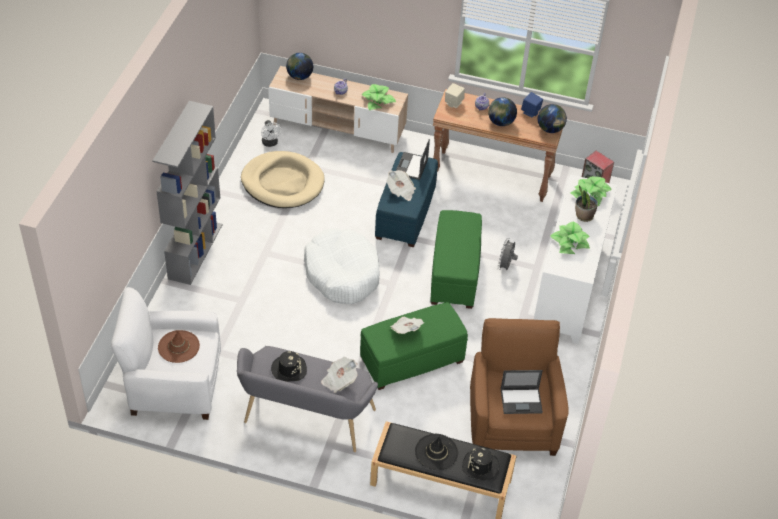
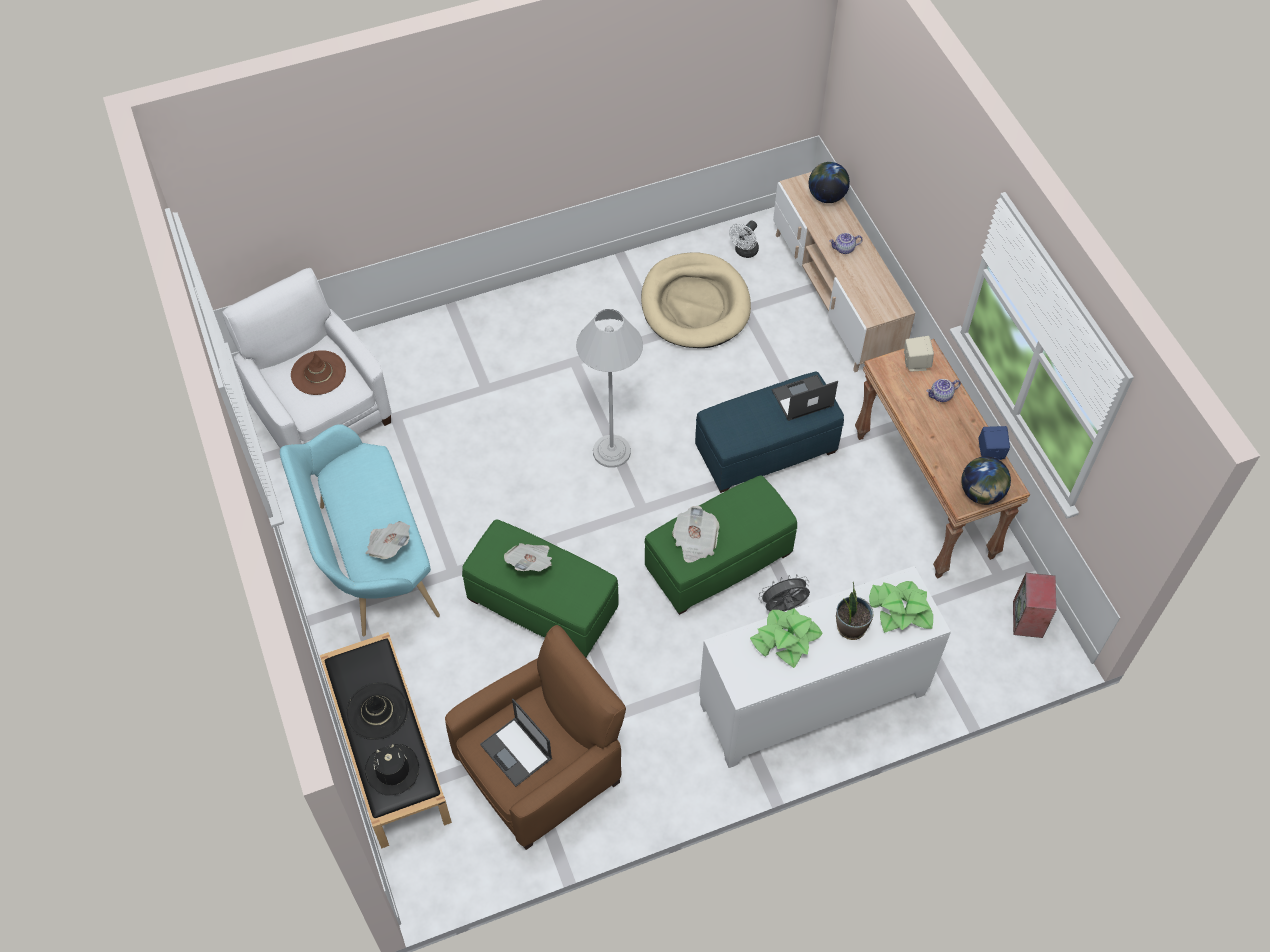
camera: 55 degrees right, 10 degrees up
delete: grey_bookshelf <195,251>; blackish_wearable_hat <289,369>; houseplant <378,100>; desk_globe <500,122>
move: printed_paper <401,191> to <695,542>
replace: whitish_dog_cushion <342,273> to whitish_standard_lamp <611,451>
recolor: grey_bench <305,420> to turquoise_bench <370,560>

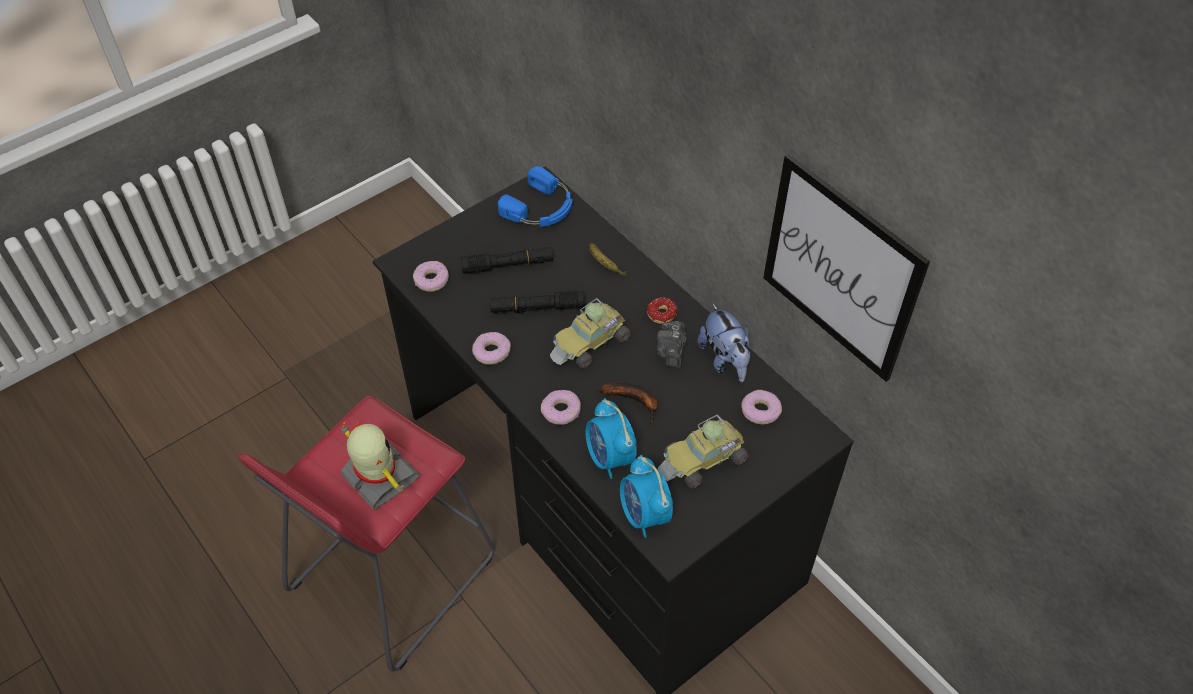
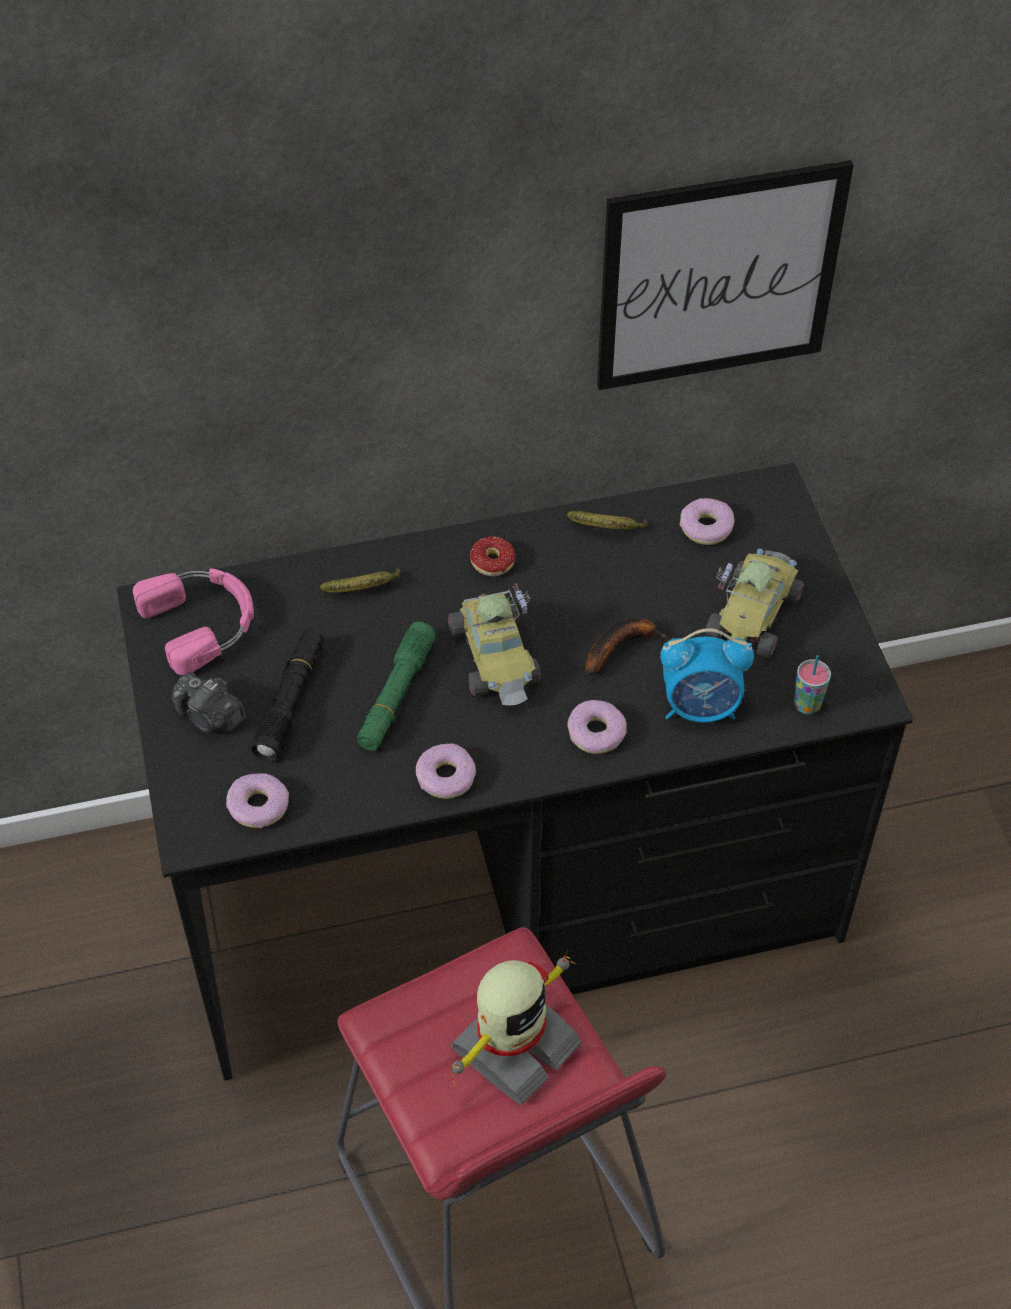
camera: 65 degrees left, 0 degrees up
move: still_camera <671,352> to <210,717>
replace: alarm_clock <644,515> to drinking_cup <807,705>; soft_toy <725,360> to banana_fruit <607,529>
recolor: blackish_hand_torch <537,308> to green-coloured_hand_torch <396,695>; bluish_headphones <541,208> to pink-coloured_headphones <202,622>
rotate: robot_figure <379,478> = <513,1045> 150 degrees clockwise; toy_car <704,460> = <752,612> 150 degrees counterclockwise

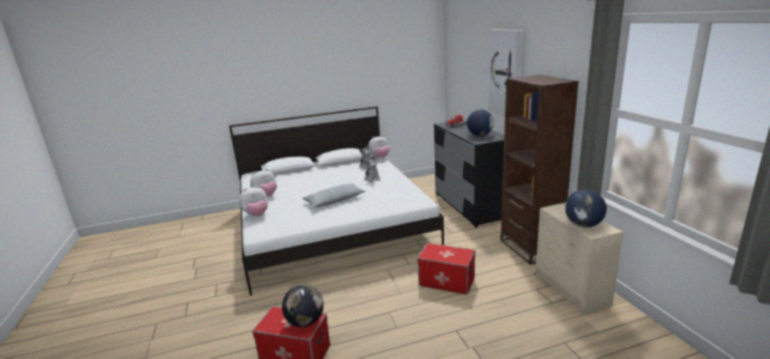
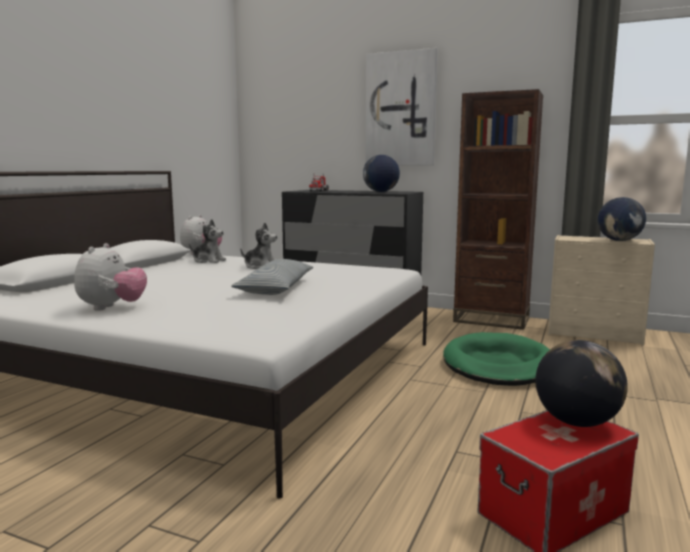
camera: 50 degrees left, 10 degrees down
delete: soft_toy <256,215>
replace: storage_box <446,281> to green-coloured_dog_cushion <498,365>

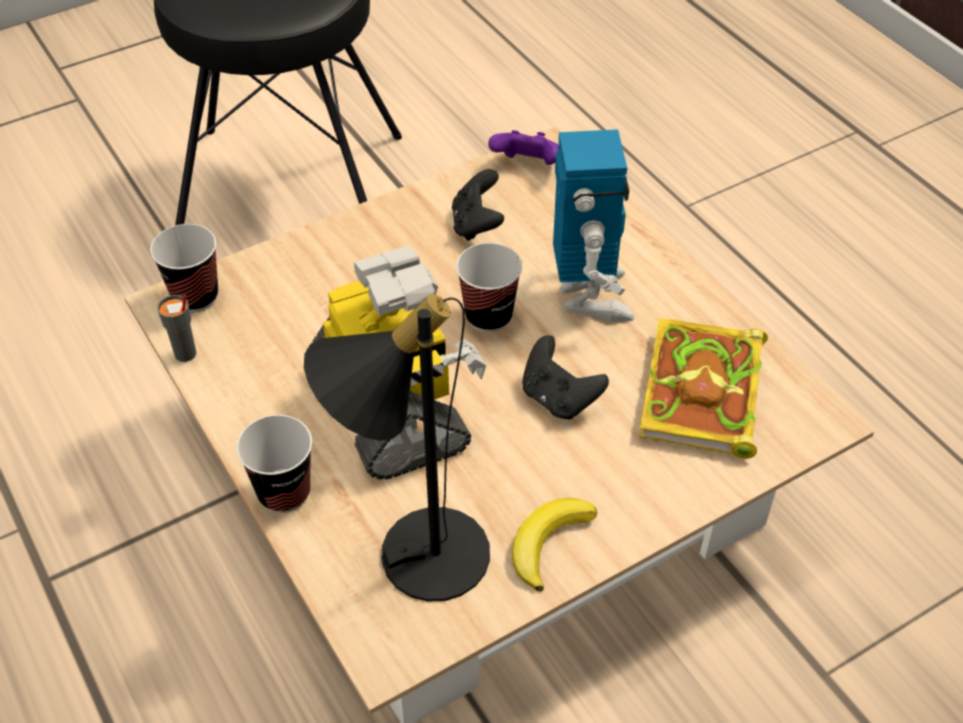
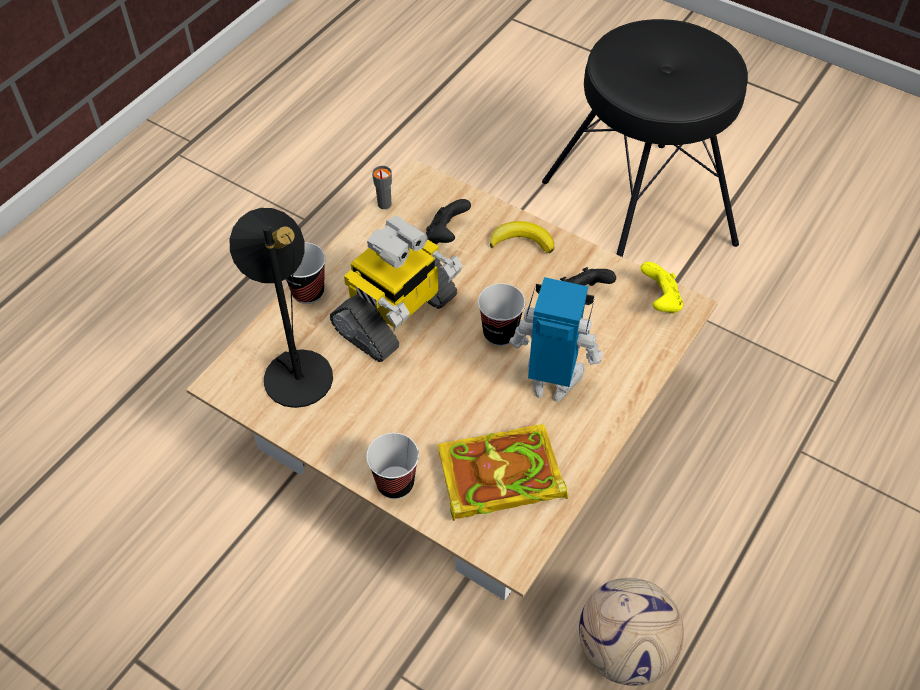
camera: 65 degrees right, 5 degrees up
insert: football_ball <624,651>
move: drinking_cup <195,296> to <395,483>; banana_fruit <548,543> to <522,241>; blackish_game_controller <558,398> to <446,234>
recolor: purplish_game_controller <527,166> to yellowish_game_controller <660,301>
rotate: robot_figure <590,297> = <552,382> 135 degrees counterclockwise

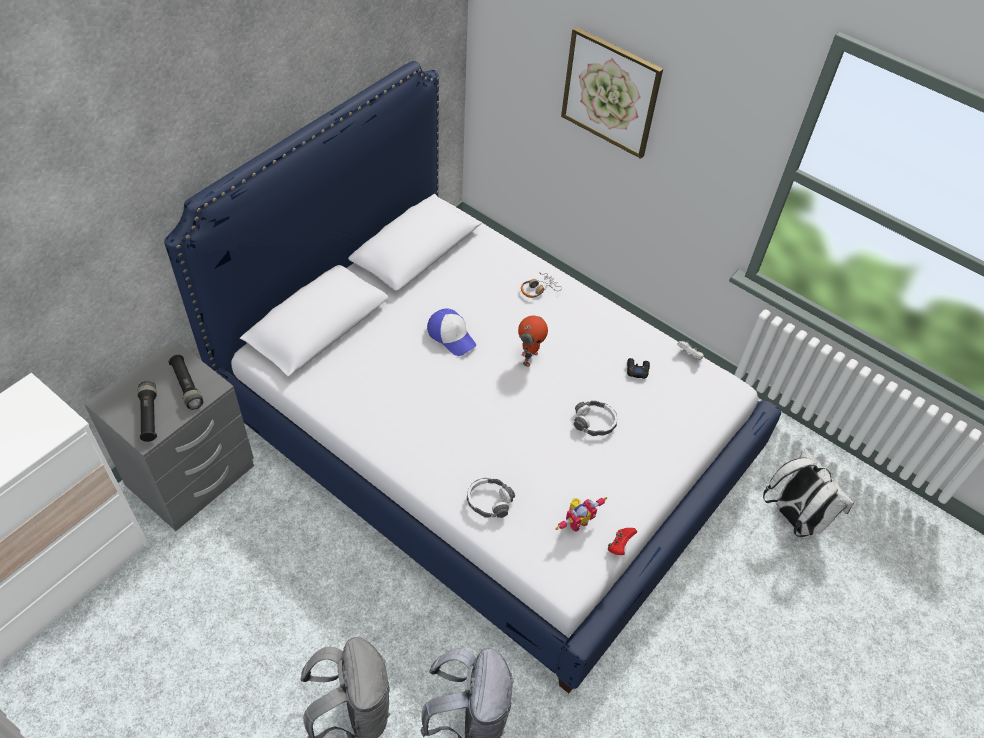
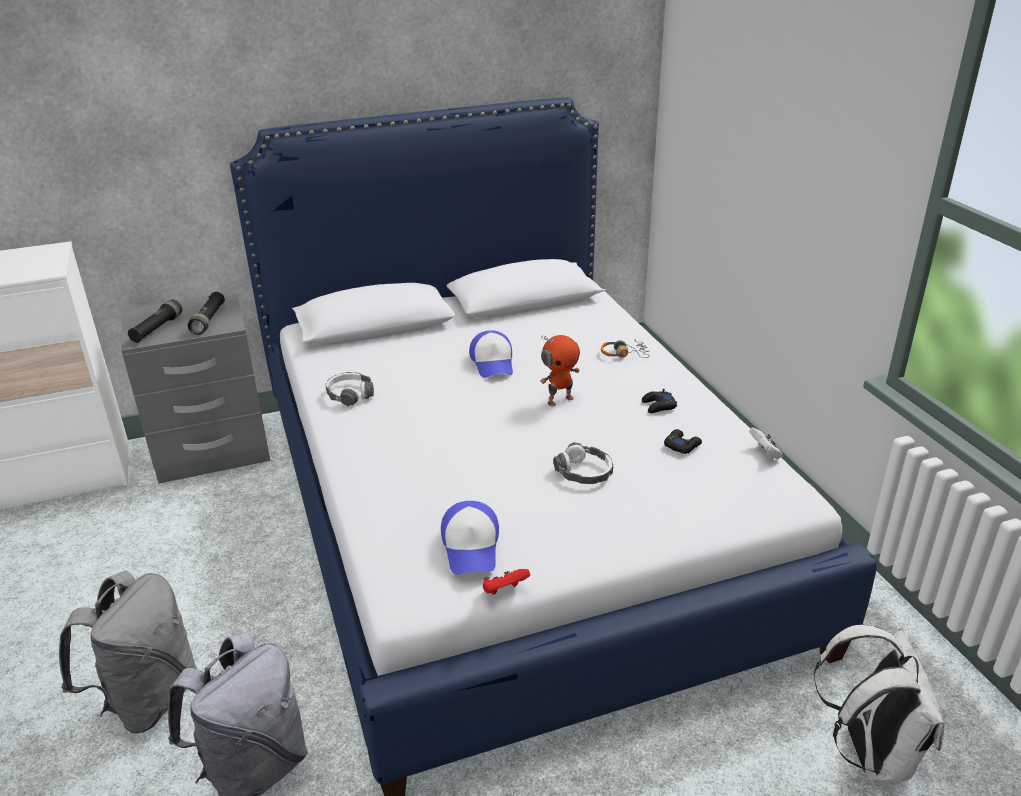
camera: 35 degrees right, 20 degrees down
delete: picture <610,92>
insert: blackish_game_controller <658,406>
move: headphones <489,501> to <350,394>
replace: robot_figure <576,521> to cap <471,546>

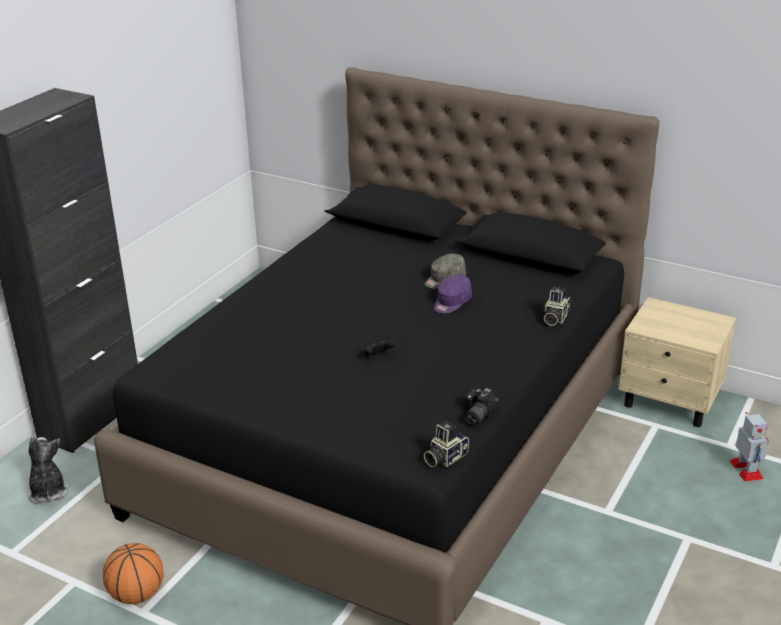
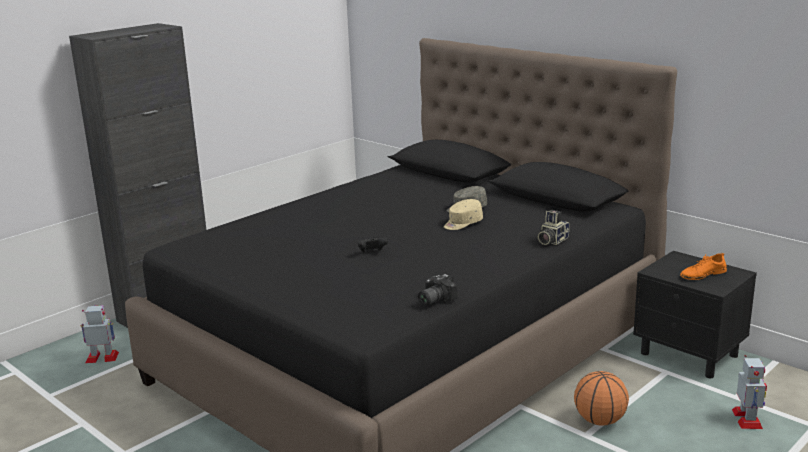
camera: 15 degrees right, 10 degrees down
delete: still_camera <444,457>
insert: orange_item_of_footwear <702,274>
move: ball_for_basketball <137,594> to <600,421>
replace: soft_toy <48,491> to robot_figure <102,357>
recolor: purplish_cap <451,303> to beige_cap <462,223>; beige_night_table <671,401> to blackish_night_table <690,355>

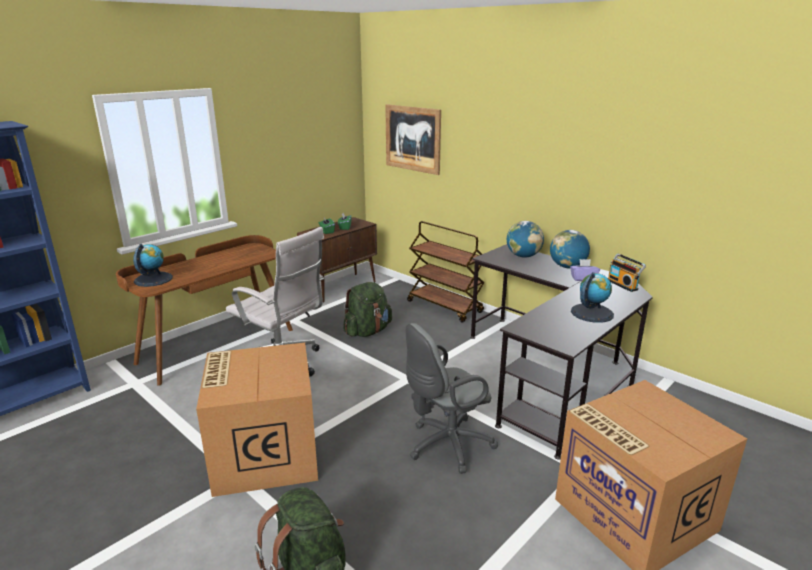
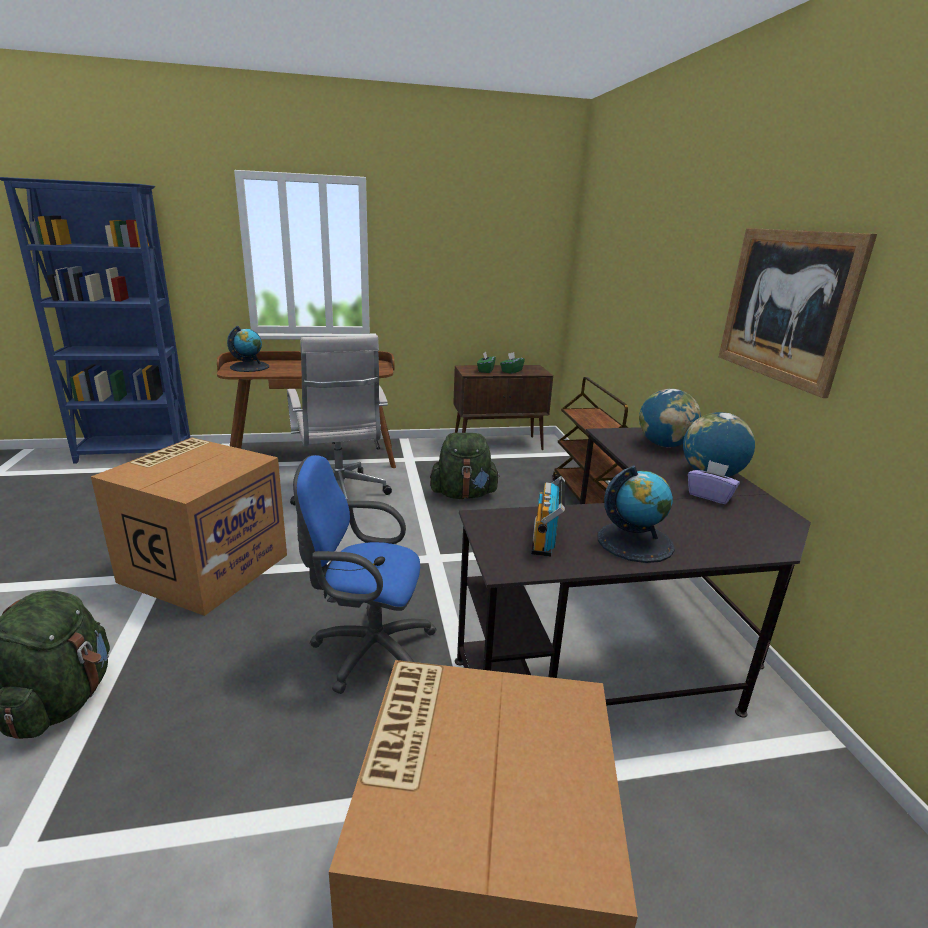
camera: 35 degrees right, 0 degrees up
move: picture <413,138> to <786,306>; radio_set <623,285> to <545,539>
recolor: grey_desk_chair <446,445> to bluish_desk_chair <367,650>

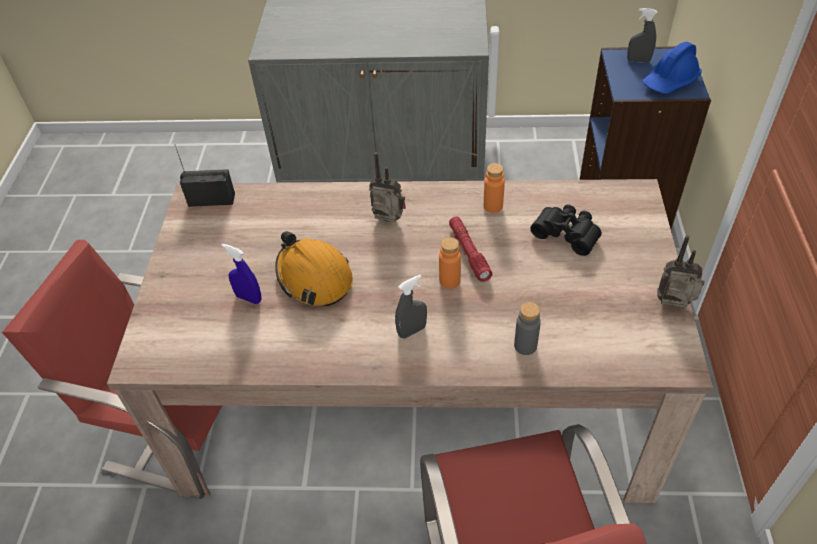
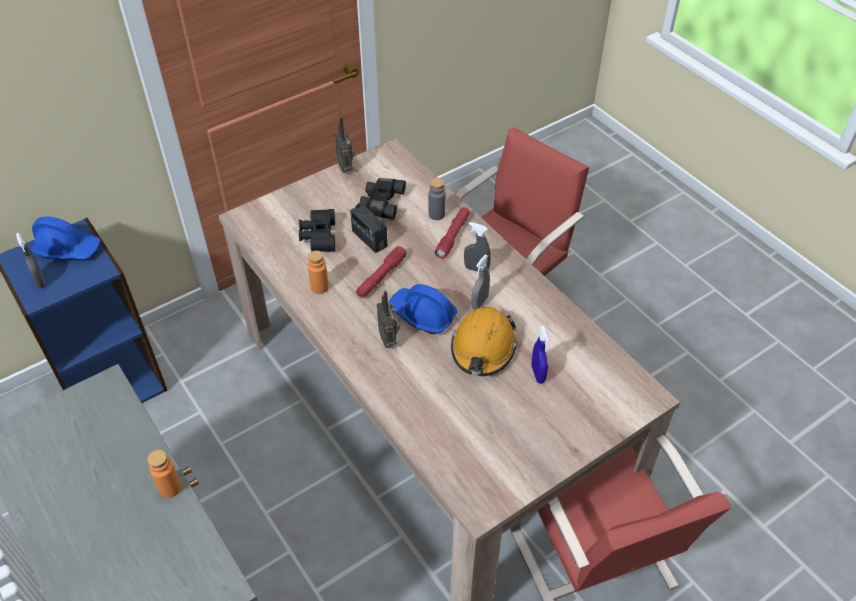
camera: 130 degrees left, 0 degrees up
insert: blackish_field_glasses <381,203>; bluish_hard_hat <422,315>; red_hand_torch <453,236>; grey_spray_bottle <479,302>
move: radio_set <211,199> to <369,238>; orange_bottle <449,281> to <170,488>

